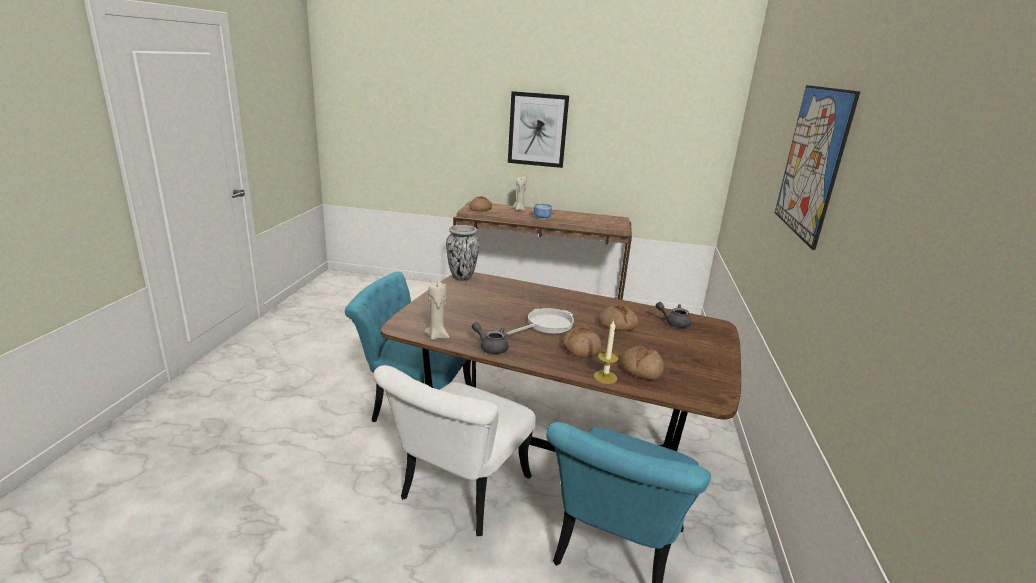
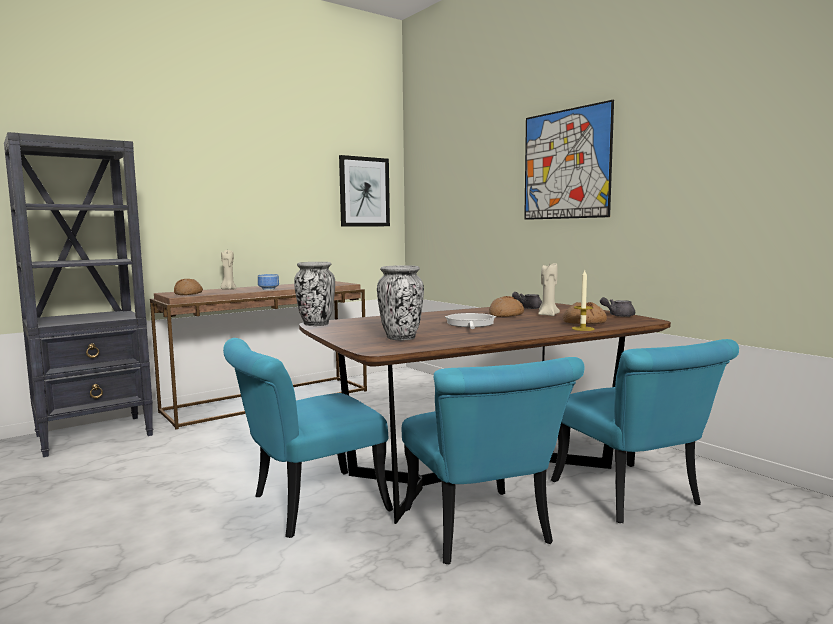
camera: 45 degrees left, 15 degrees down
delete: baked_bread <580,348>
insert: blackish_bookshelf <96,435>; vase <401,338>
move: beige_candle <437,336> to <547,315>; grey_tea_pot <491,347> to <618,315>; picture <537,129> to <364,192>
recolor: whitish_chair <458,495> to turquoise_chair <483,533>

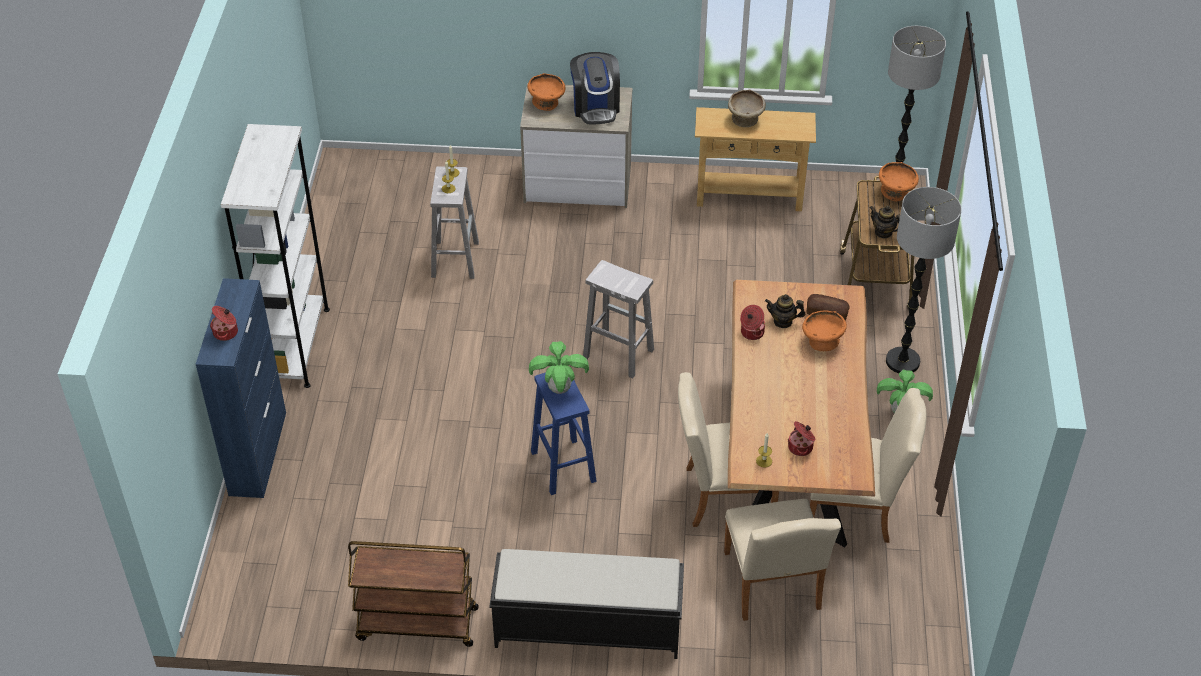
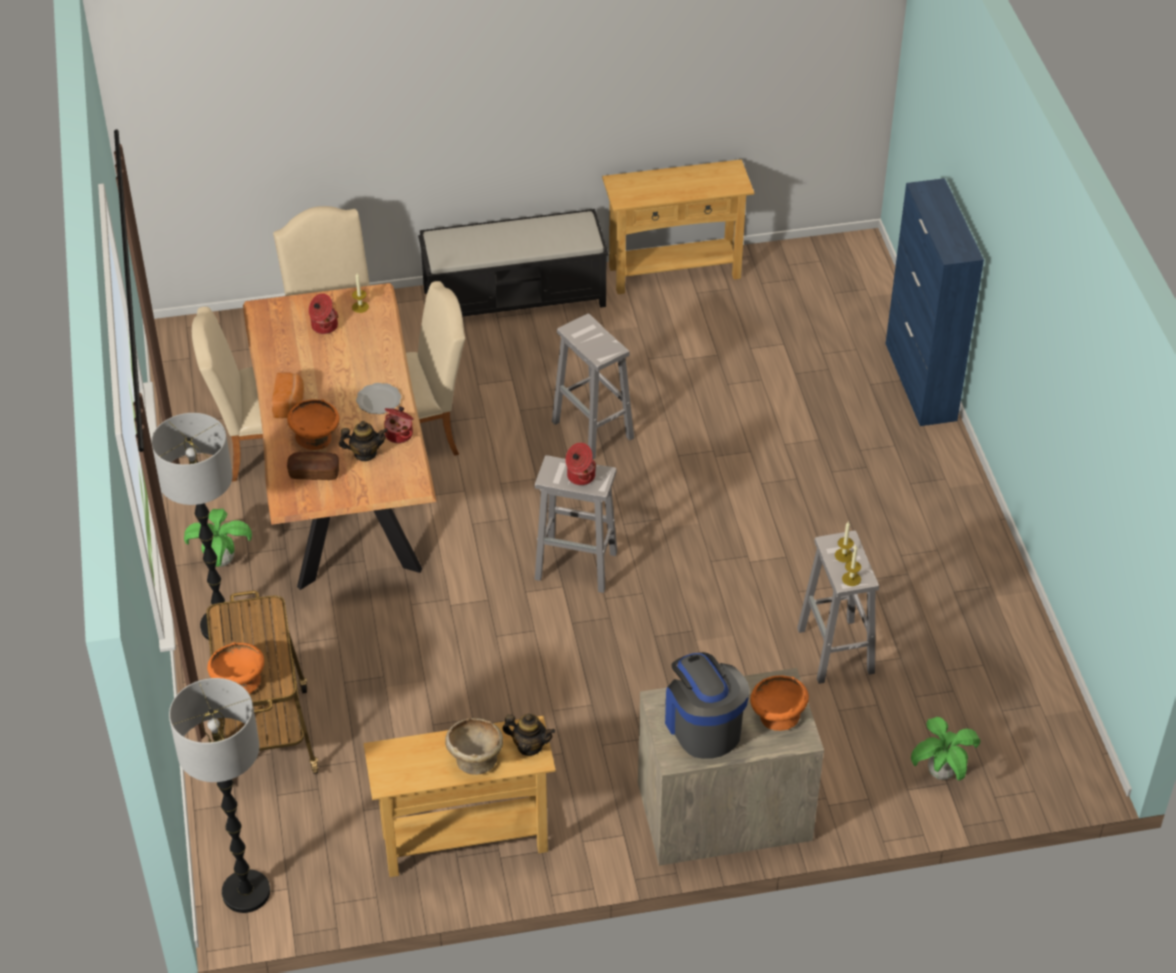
camera: 165 degrees right, 0 degrees up
delete: whitish_bookshelf <295,345>
insert: baked_bread <289,404>; flat_dish <378,400>
move: saucepot <226,332> to <580,476>; houseplant <559,389> to <940,773>; tea_pot <883,232> to <529,746>
replace: brown_cart <416,624> to beige_console_table <674,272>
recolor: bluish_sitting_stool <562,465> to whitish_sitting_stool <593,431>

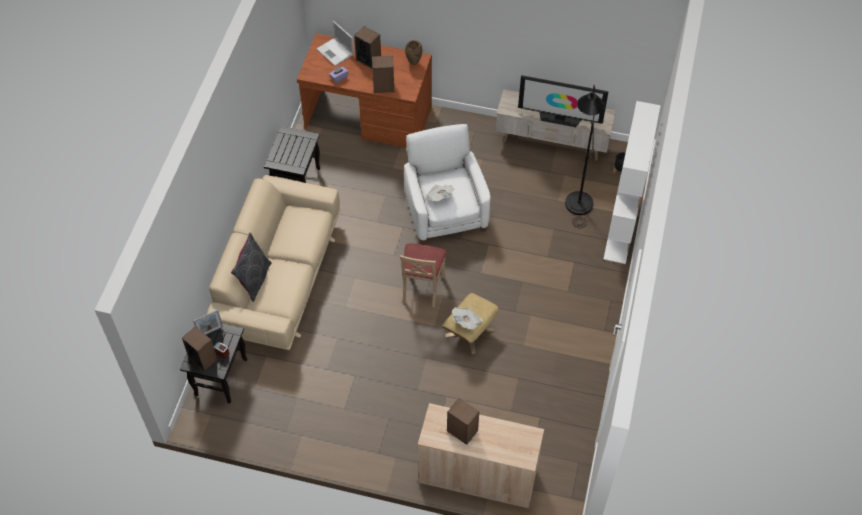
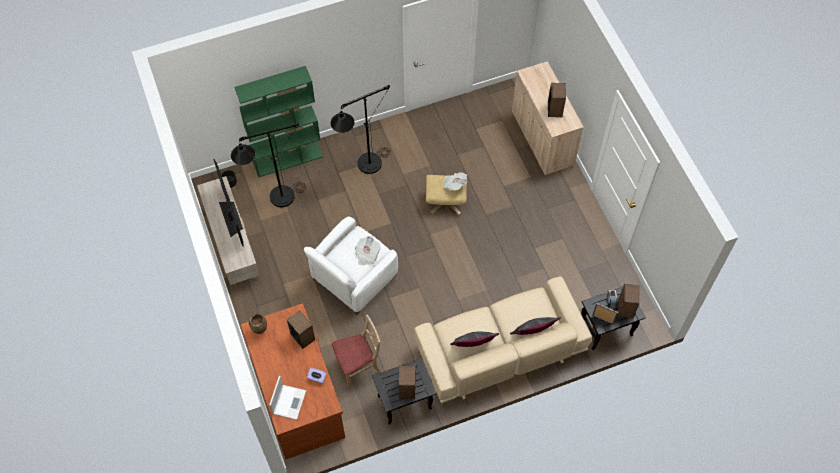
camera: 125 degrees left, 5 degrees up
insert: blackish_standard_lamp <364,167>; grey_cushion <473,347>
move: loudspeaker <368,59> to <407,388>; beige_chair <422,288> to <358,366>
recolor: whitish_bookshelf <621,230> to green-coloured_bookshelf <288,159>

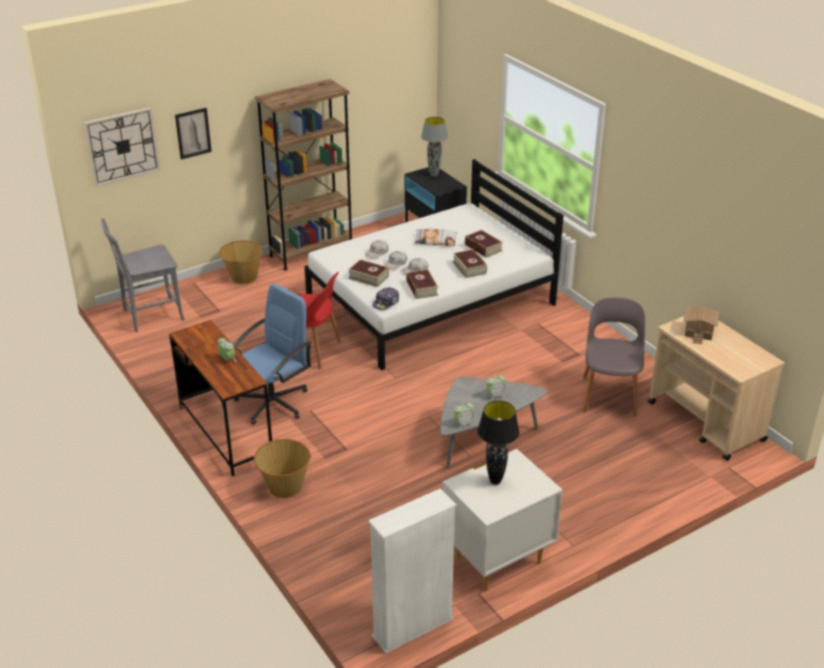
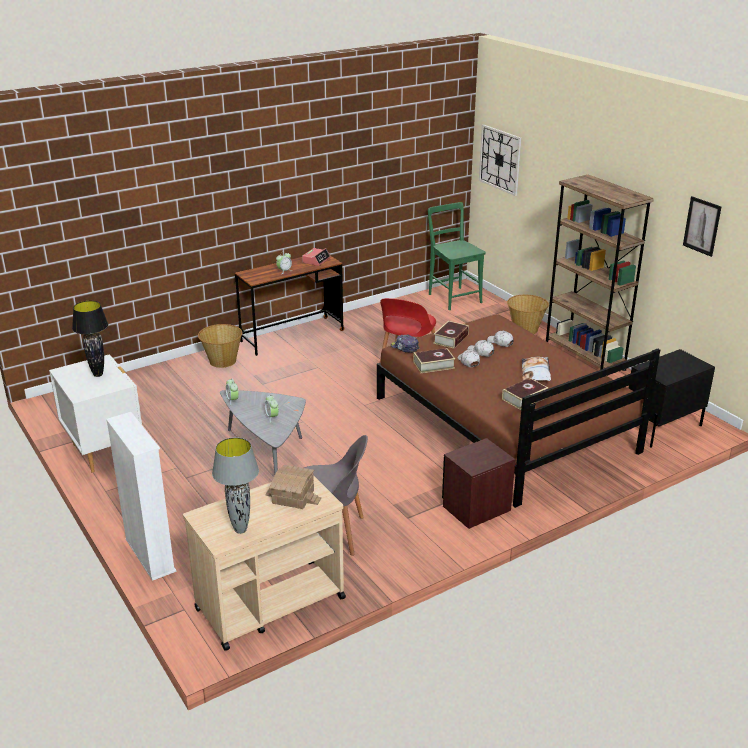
camera: 90 degrees right, 5 degrees down
delete: bluish_desk_chair <273,402>; book <469,267>
insert: alarm_clock <316,260>; brown_night_table <476,508>
move: picture <193,133> to <702,226>; whitish_bookshelf <412,628> to <150,555>; grey_lamp_for_a_table <434,175> to <240,530>
recolor: grey_chair <149,316> to green-coloured_chair <453,297>; whitish_bed <430,302> to brown_bed <503,424>

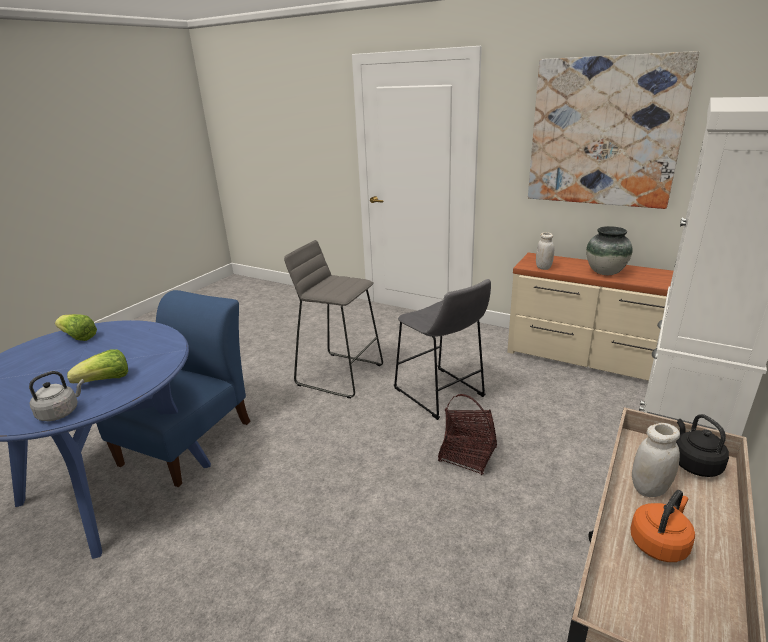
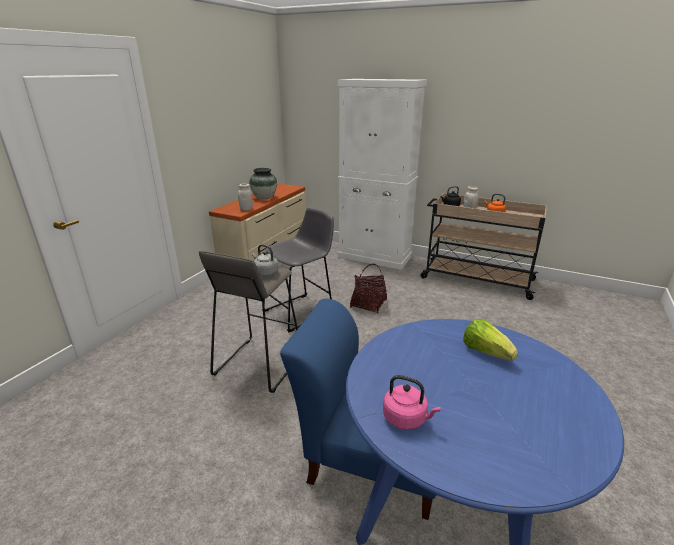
camera: 95 degrees left, 0 degrees up
delete: picture <603,133>
move: grey_tea_kettle <61,412> to <265,273>
replace: head_of_lettuce <78,337> to pink-coloured_tea_kettle <406,419>

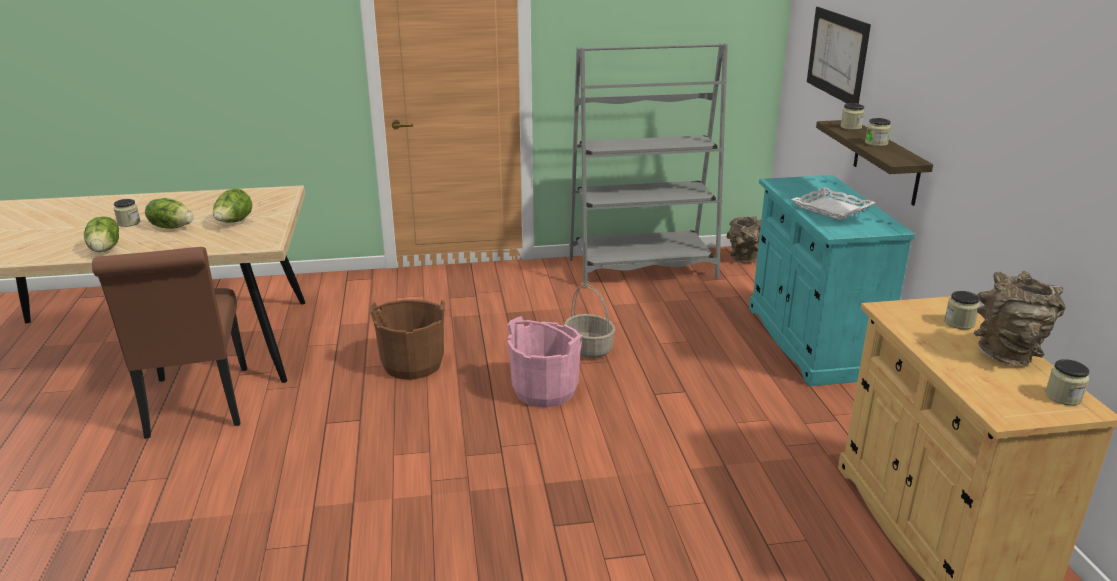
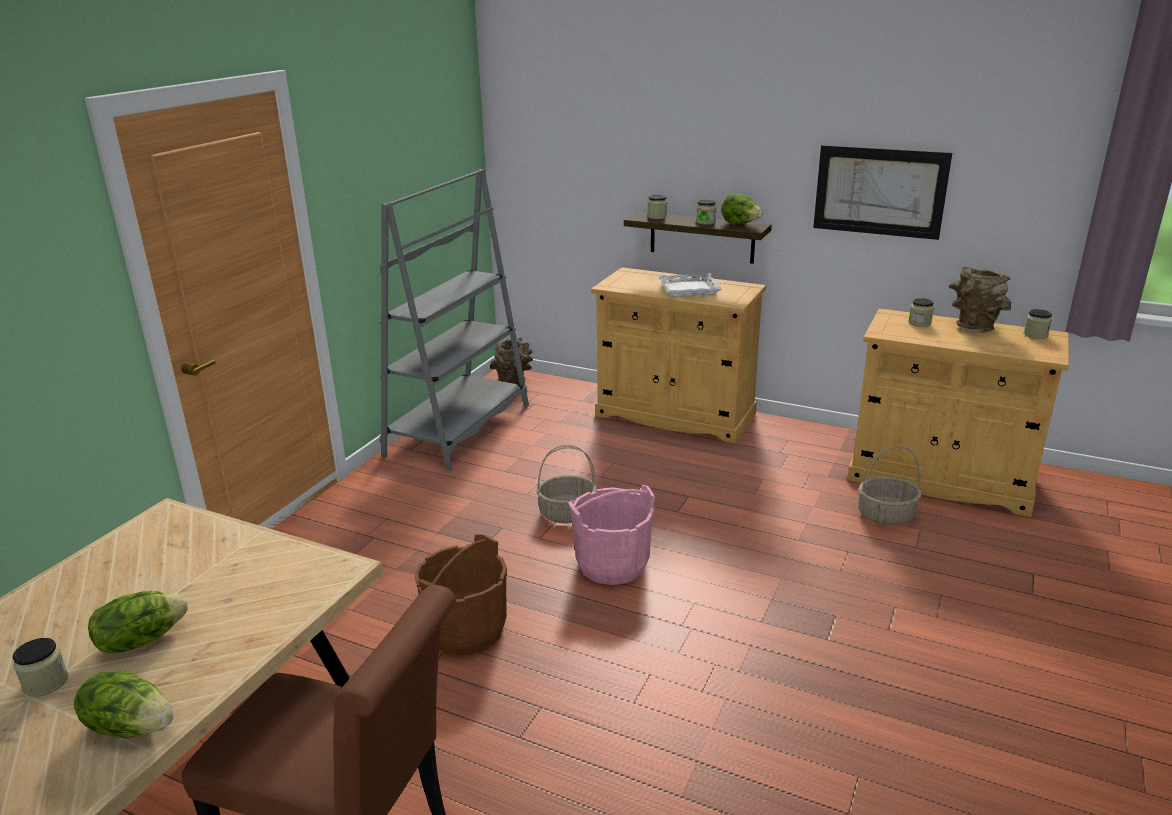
camera: 55 degrees left, 0 degrees up
insert: household_basket <885,515>
move: head_of_lettuce <234,223> to <740,224>; picture <837,55> to <879,191>
recolor: turquoise_cabinet <811,341> to beige_cabinet <675,415>

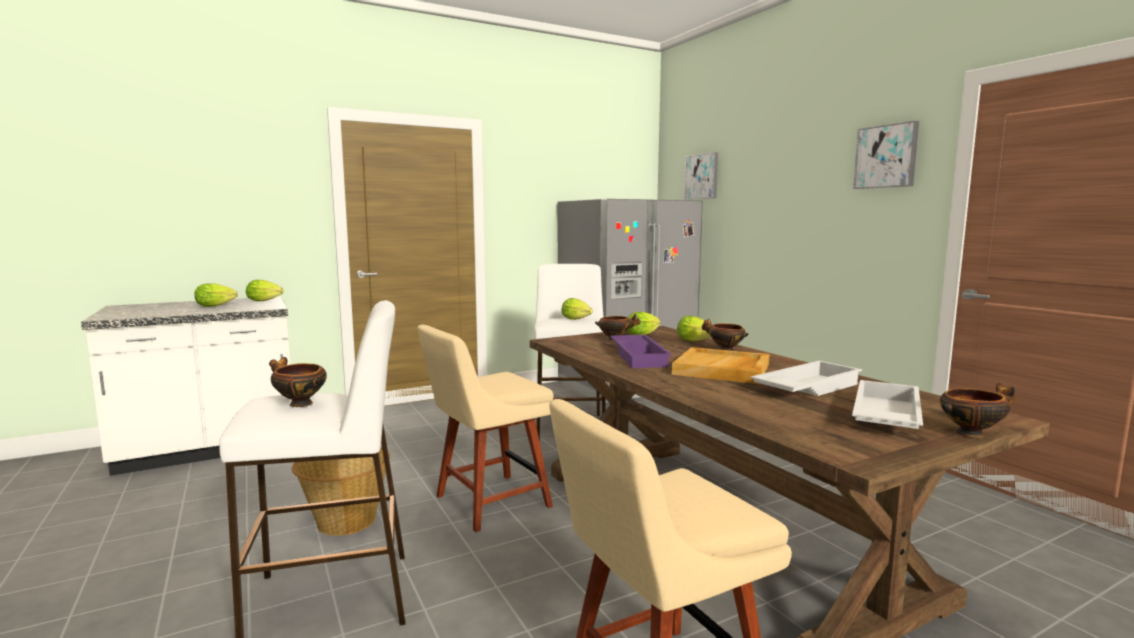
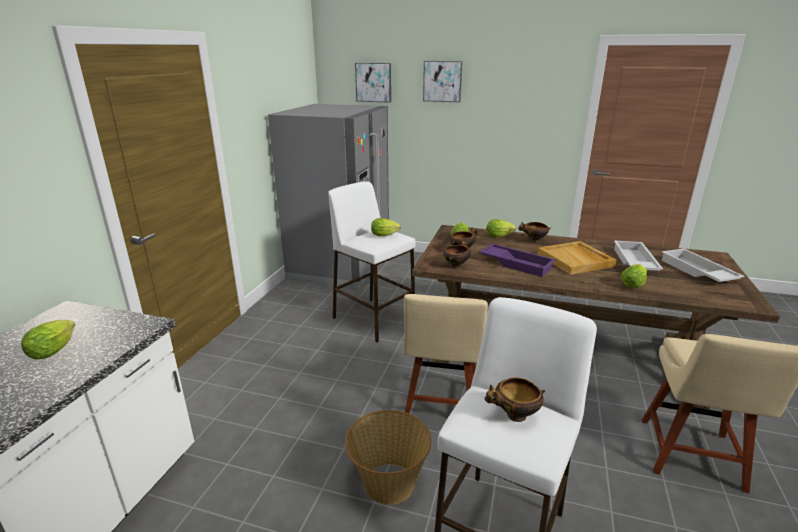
camera: 45 degrees left, 15 degrees up
move: head_of_lettuce <266,301> to <633,284>; picture <886,156> to <442,81>; bowl <972,434> to <456,266>

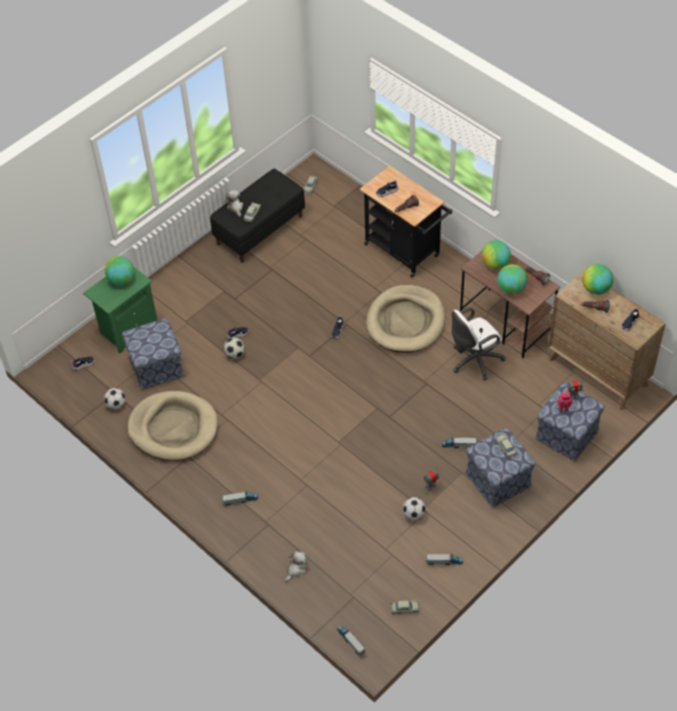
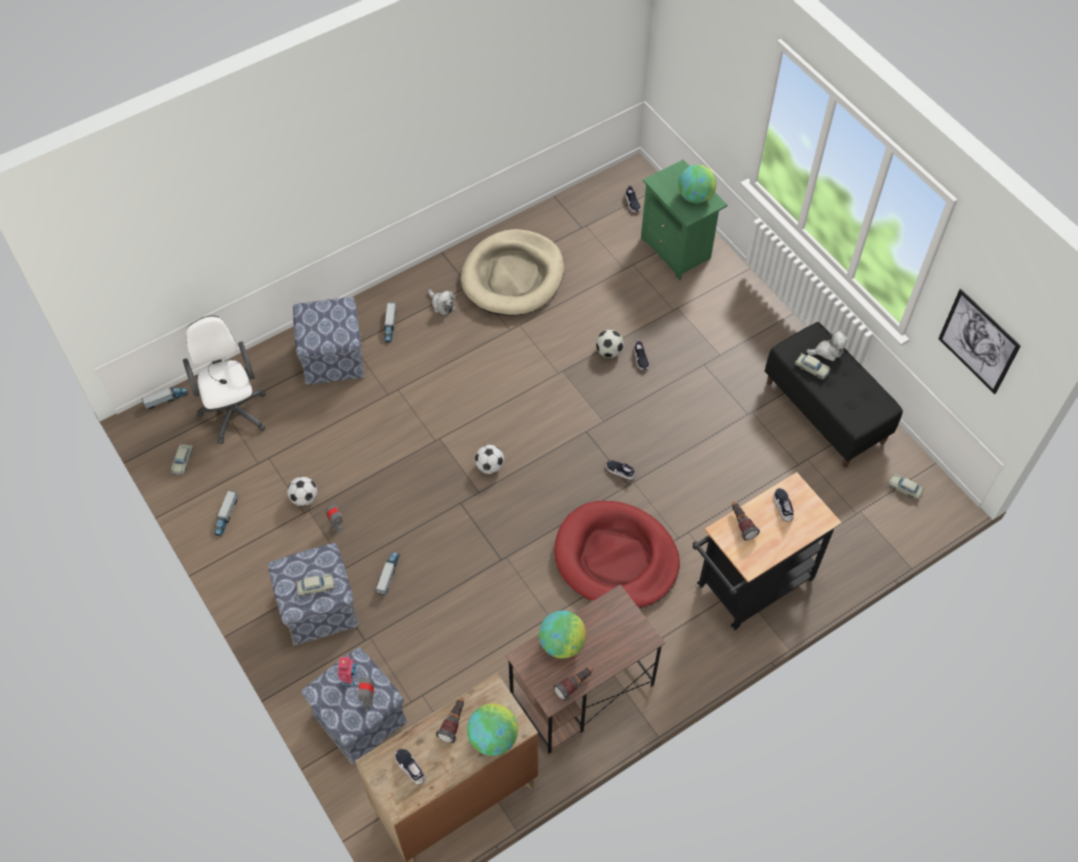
camera: 100 degrees right, 5 degrees up
delete: desk_globe <495,264>
insert: picture <978,341>
move: football_ball <116,404> to <490,466>; pouffe <156,367> to <332,357>; soft_toy <296,569> to <442,304>; whitish_desk_chair <473,361> to <233,409>
recolor: beige_dog_cushion <406,321> to red_dog_cushion <616,558>

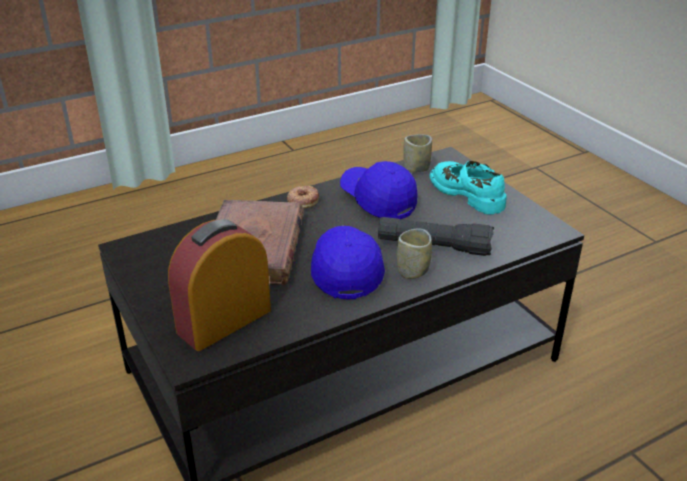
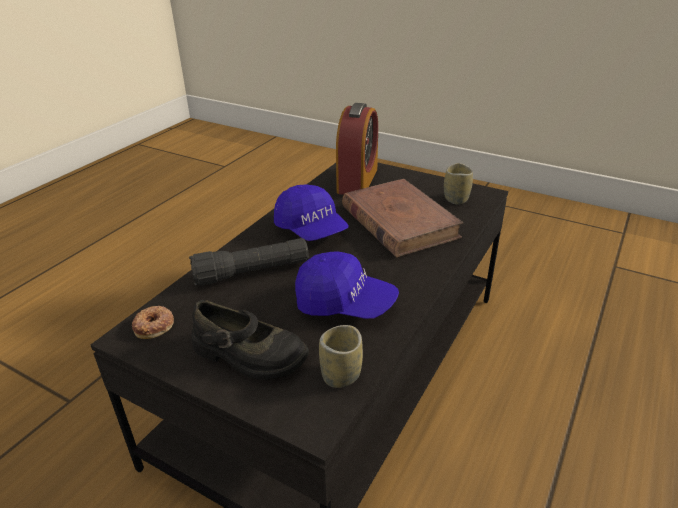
camera: 150 degrees right, 0 degrees up
move: doughnut <302,200> to <154,325>; drinking_cup <412,271> to <456,199>
recolor: turquoise_item_of_footwear <468,193> to blackish_item_of_footwear <248,355>

